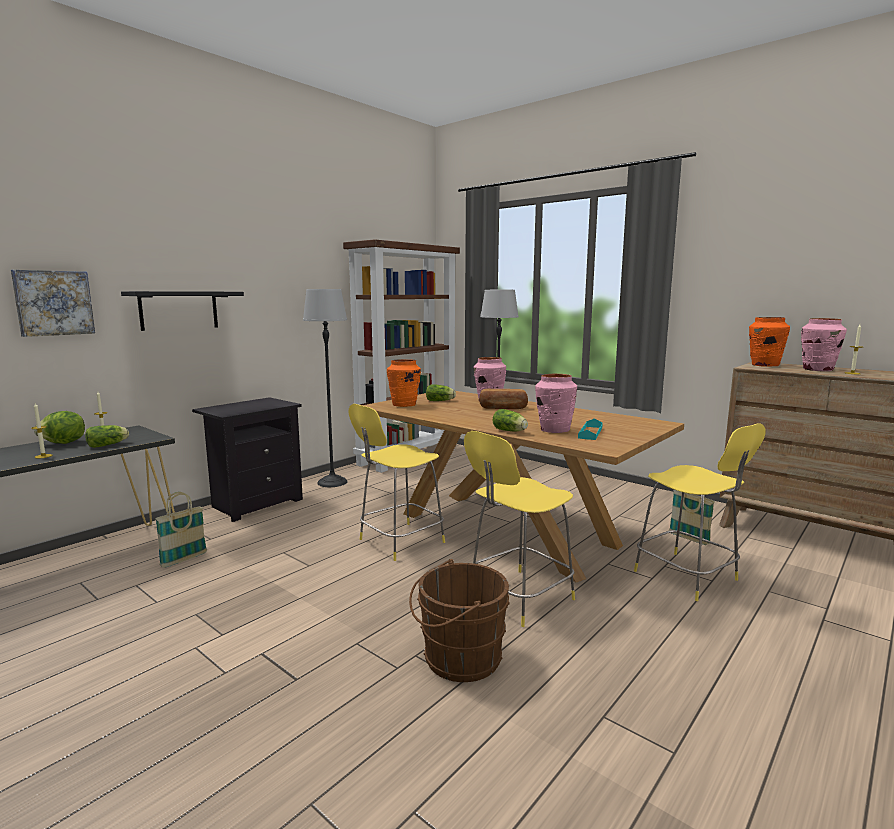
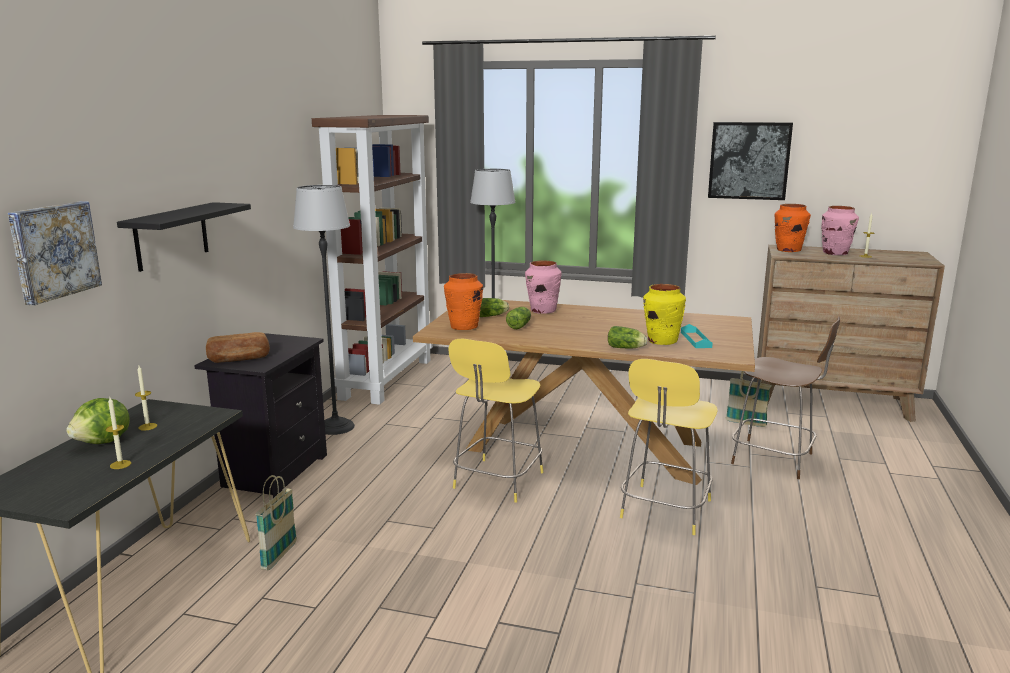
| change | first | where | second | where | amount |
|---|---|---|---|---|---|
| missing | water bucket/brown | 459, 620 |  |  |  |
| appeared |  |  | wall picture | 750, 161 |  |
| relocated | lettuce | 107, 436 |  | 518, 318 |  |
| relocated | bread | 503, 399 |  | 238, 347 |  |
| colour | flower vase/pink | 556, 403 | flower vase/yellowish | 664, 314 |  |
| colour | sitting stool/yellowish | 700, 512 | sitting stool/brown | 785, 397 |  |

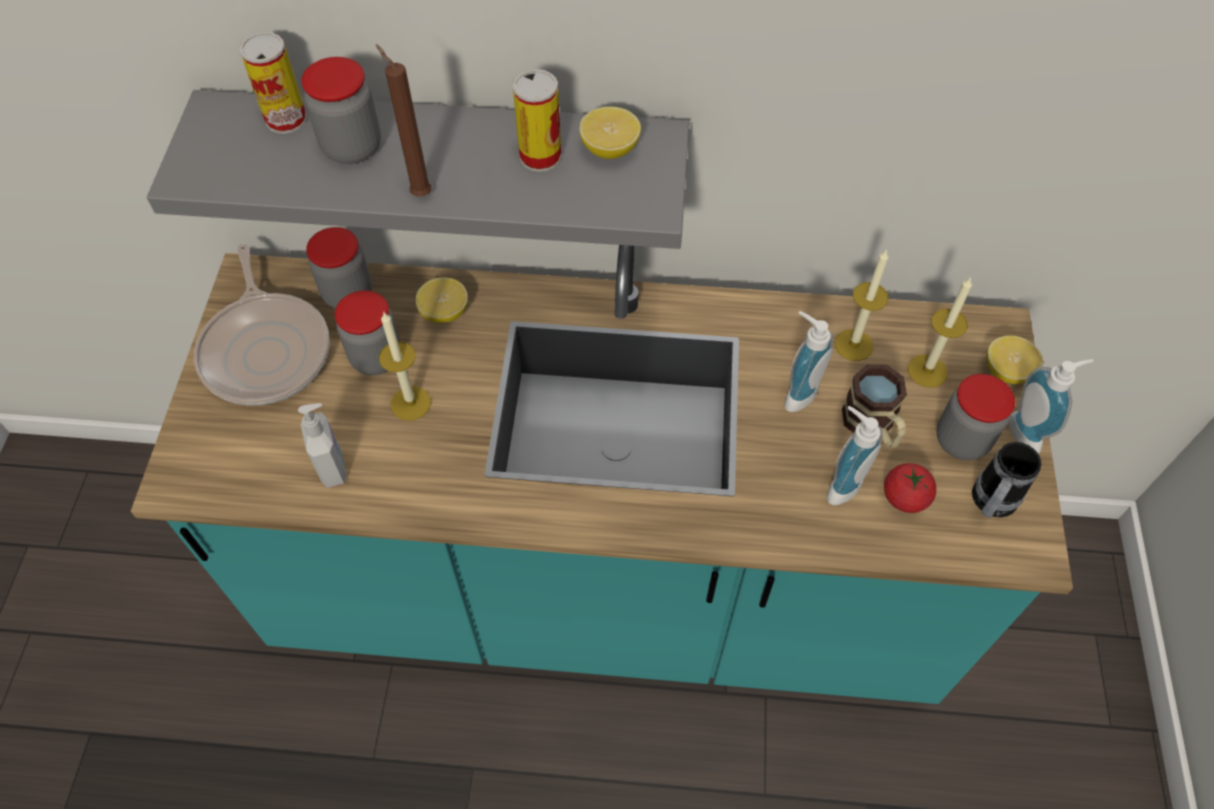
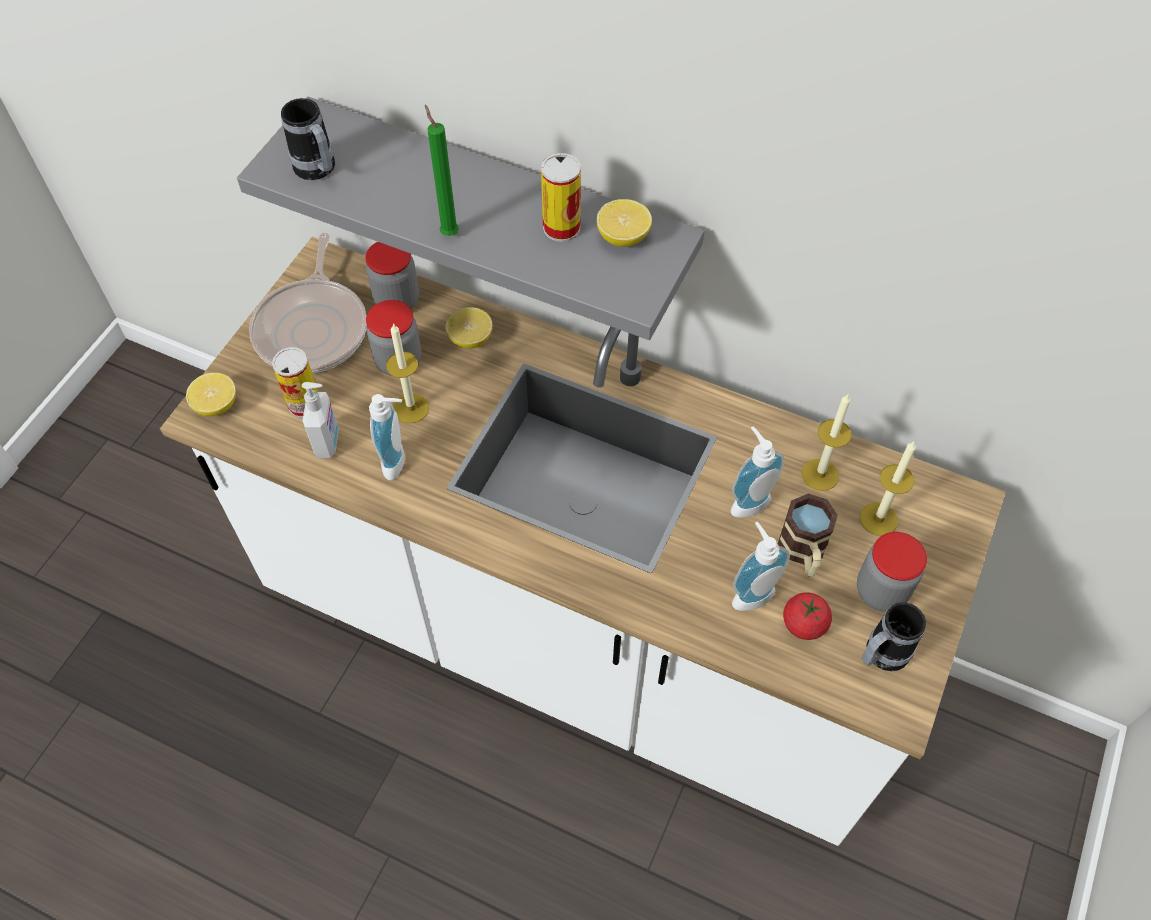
| change | first | where | second | where | amount |
|---|---|---|---|---|---|
| missing | storage jar | 341, 110 |  |  |  |
| appeared |  |  | mug | 308, 139 |  |
| relocated | sealed can | 273, 83 |  | 295, 382 |  |
| relocated | whole lemon | 1014, 359 |  | 211, 394 |  |
| relocated | soap bottle | 1051, 406 |  | 387, 437 |  |
| colour | kitchen counter/turquoise-coloured | 601, 474 | kitchen counter/white-coloured | 583, 541 |  |
| colour | candle/brown | 403, 120 | candle/green-coloured | 442, 170 |  |

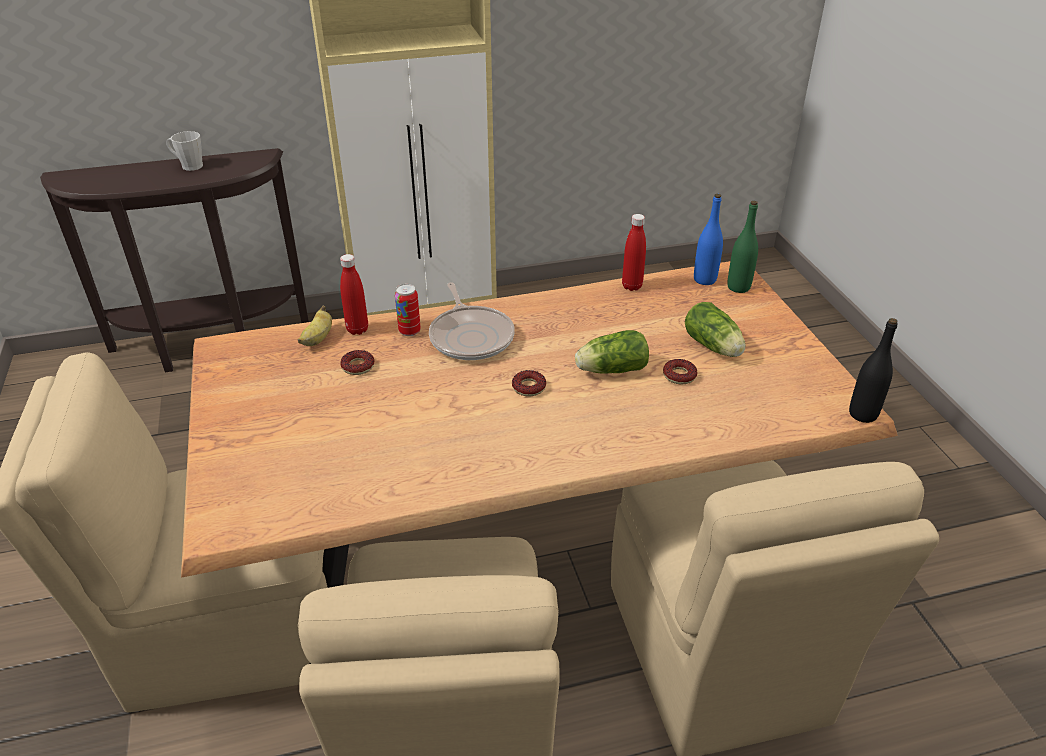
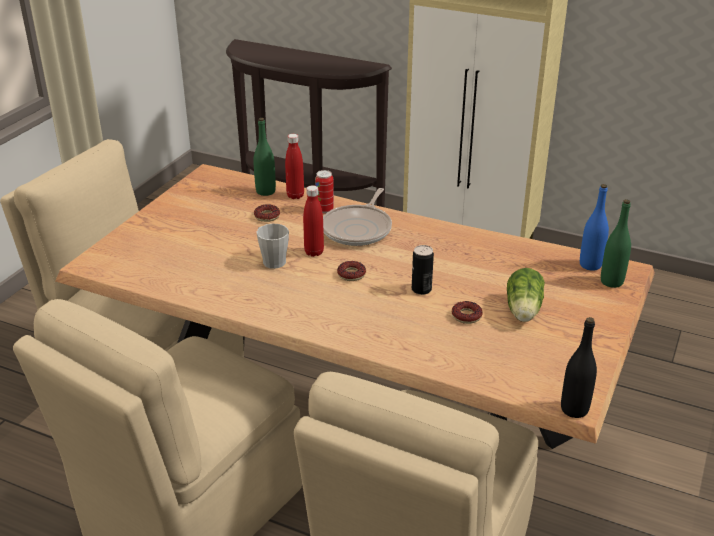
| change | first | where | second | where | amount |
|---|---|---|---|---|---|
| relocated | mug/grey | 184, 151 |  | 272, 246 |  |
| relocated | beverage bottle/red-coloured | 634, 252 |  | 313, 221 |  |
| exchanged | banana | 315, 325 | beverage bottle/green-coloured | 264, 157 |  |
| exchanged | lettuce | 612, 352 | sealed can | 423, 270 |  |

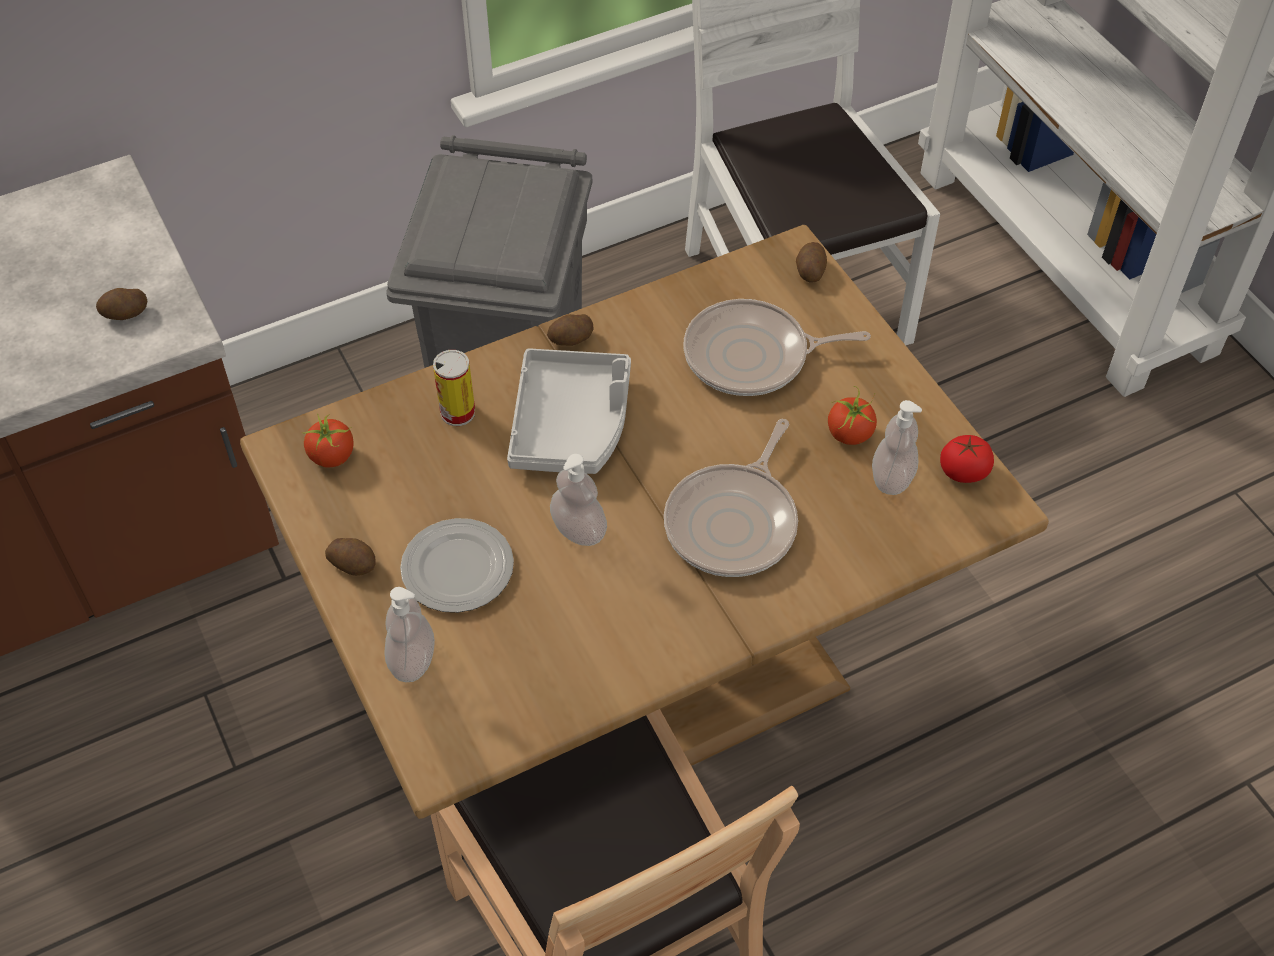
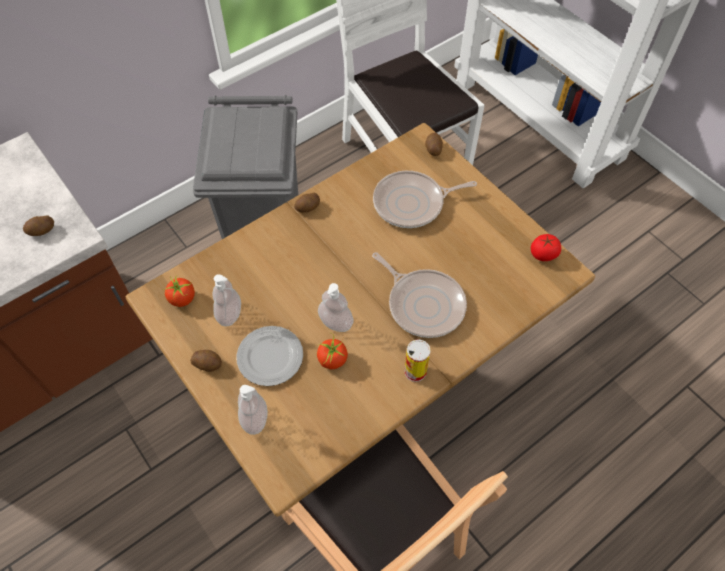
| change | first | where | second | where | amount |
|---|---|---|---|---|---|
| missing | carrying tray/grey | 569, 411 |  |  |  |
| relocated | sealed can | 454, 388 |  | 417, 360 |  |
| relocated | whole tomato | 852, 415 |  | 332, 351 |  |
| relocated | soap bottle | 897, 447 |  | 226, 300 |  |
| spun | pan | 731, 498 |  | 419, 295 | 60 degrees counterclockwise |

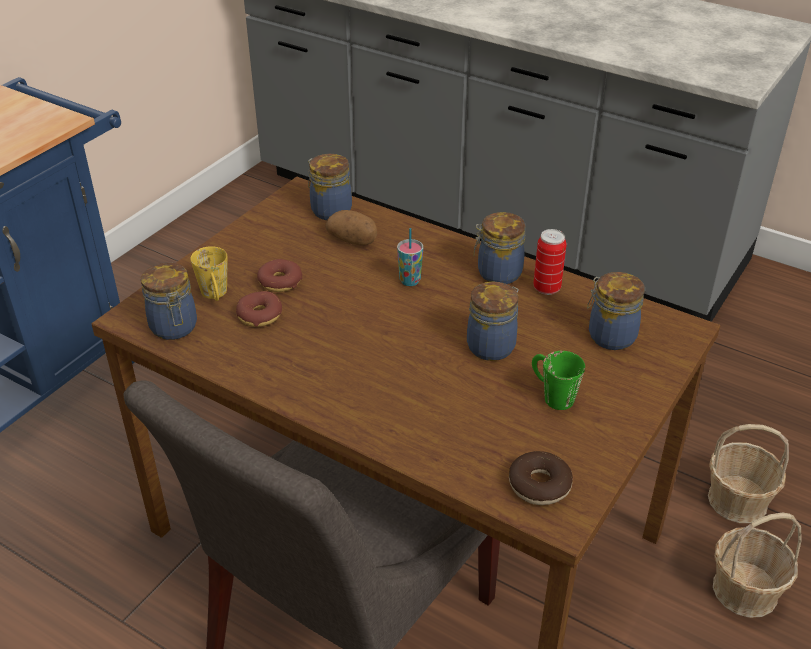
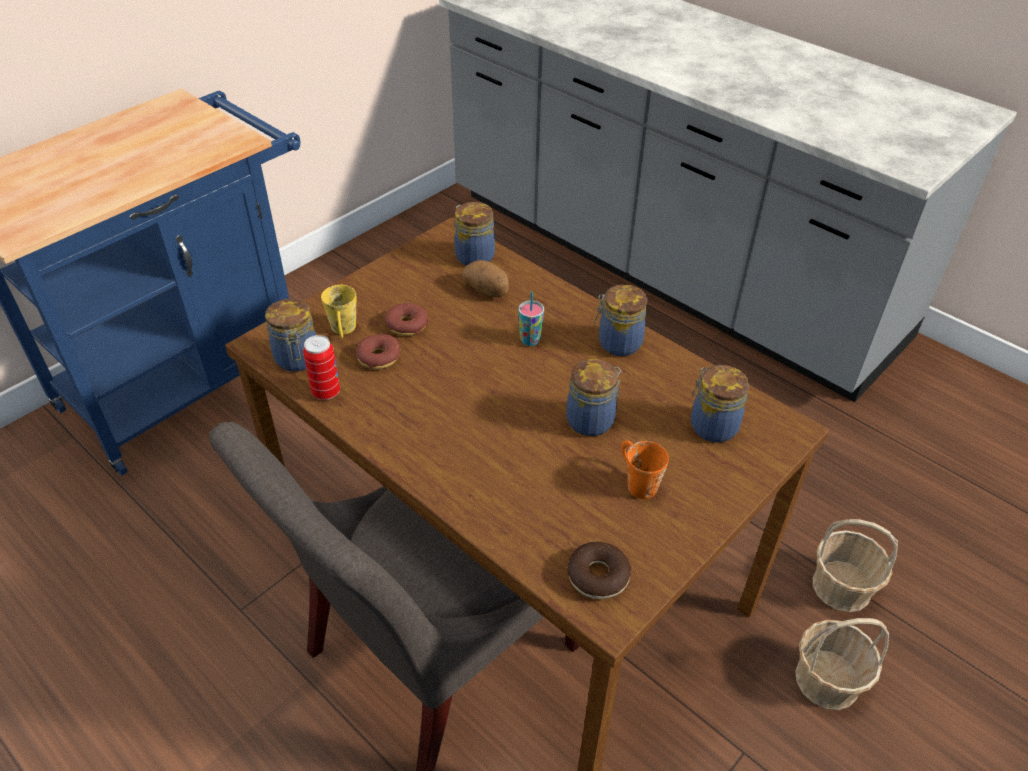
| change | first | where | second | where | amount |
|---|---|---|---|---|---|
| relocated | sealed can | 550, 262 |  | 321, 367 |  |
| colour | mug/green-coloured | 558, 380 | mug/orangey | 645, 469 |  |

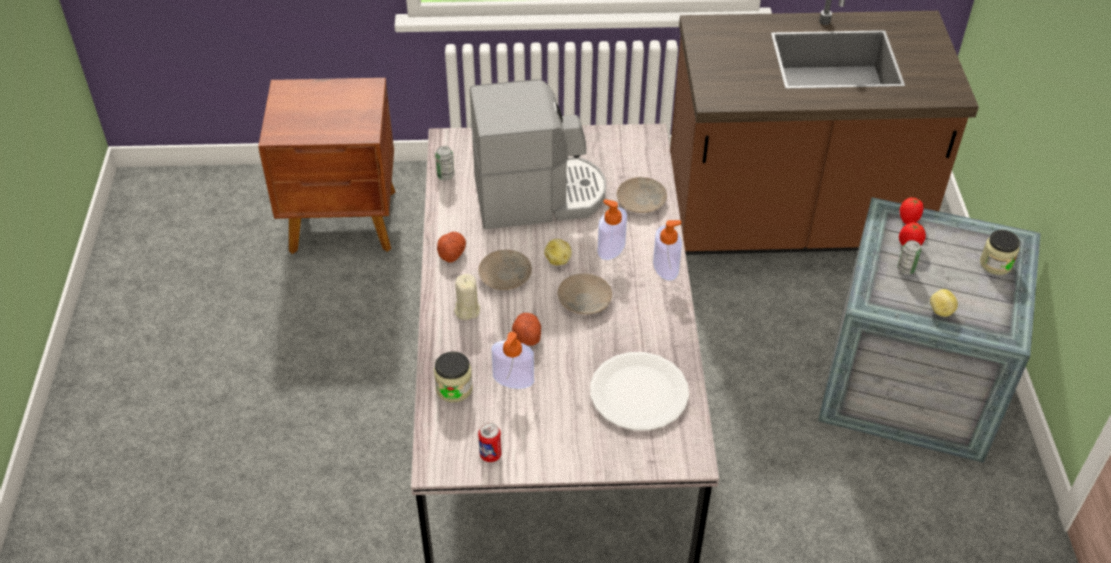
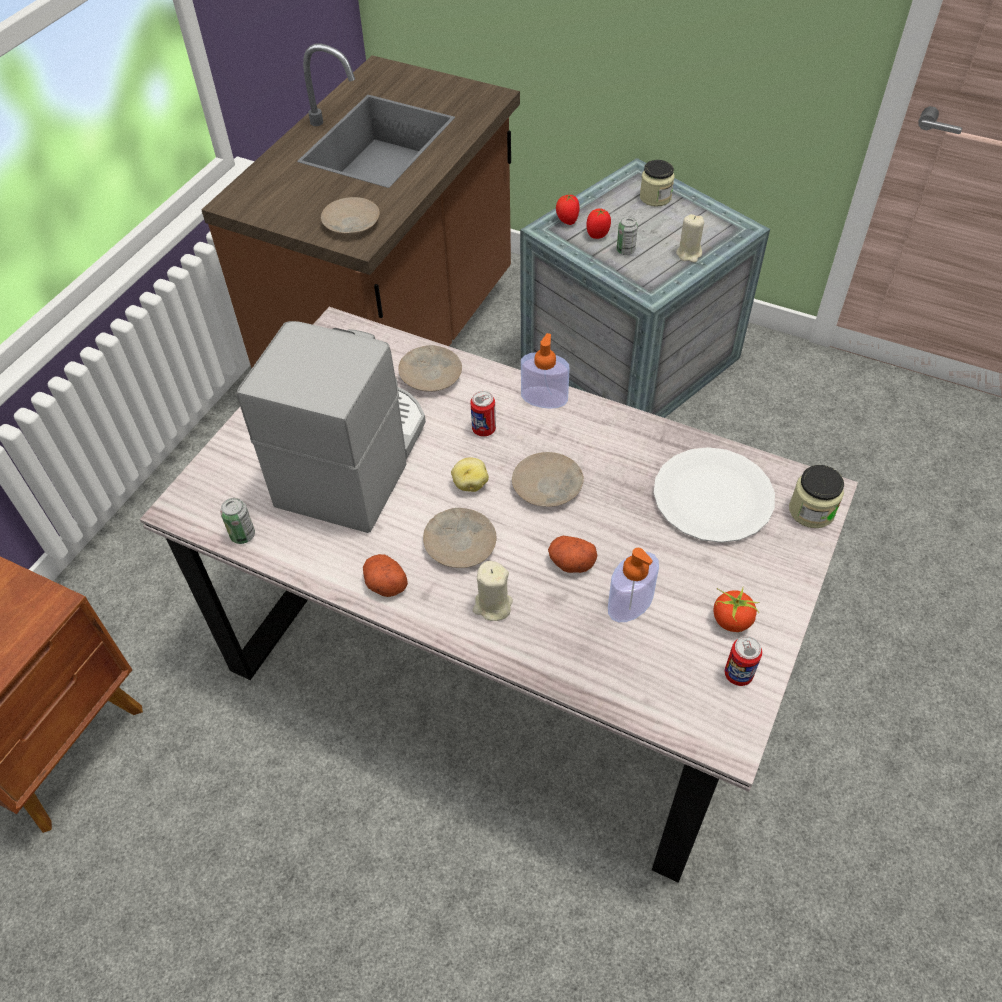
| change | first | where | second | where | amount |
|---|---|---|---|---|---|
| appeared |  |  | flat dish/sand-coloured | 350, 215 |  |
| appeared |  |  | whole tomato | 737, 610 |  |
| relocated | storage jar | 453, 377 |  | 816, 496 |  |
| exchanged | soap bottle | 612, 229 | sealed can | 483, 414 |  |
| exchanged | potato | 944, 303 | candle/sand-coloured | 690, 238 |  |

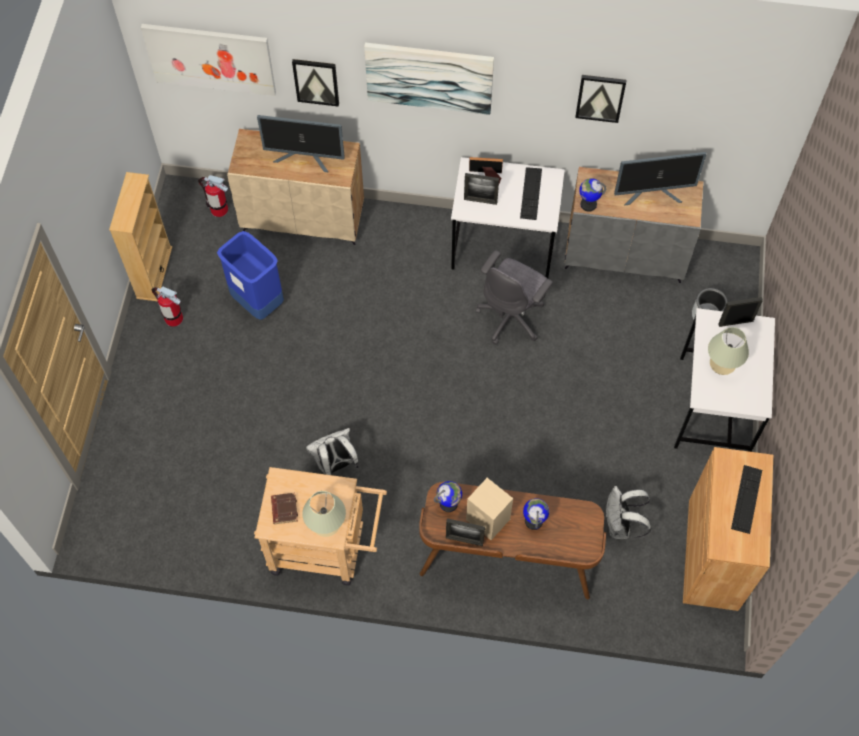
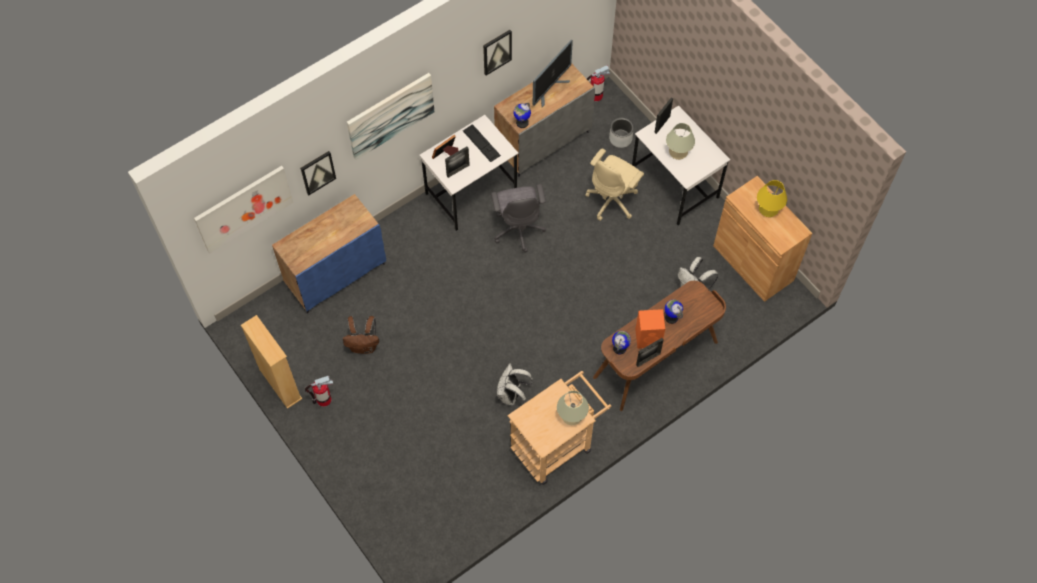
| change | first | where | second | where | amount |
|---|---|---|---|---|---|
| missing | monitor | 301, 143 |  |  |  |
| missing | volume/brown | 284, 508 |  |  |  |
| appeared |  |  | computer chair/sand-coloured | 614, 184 |  |
| relocated | extinguisher | 213, 196 |  | 598, 83 |  |
| exchanged | rubbish bin/bluish | 250, 275 | rucksack/brown | 361, 335 |  |
| exchanged | computer keyboard | 746, 499 | lamp for a table/yellowish | 772, 198 |  |
| colour | storage cabinet/sand-coloured | 295, 187 | storage cabinet/bluish | 329, 253 |  |
| colour | loudspeaker/sand-coloured | 489, 509 | loudspeaker/orangey | 650, 329 |  |

